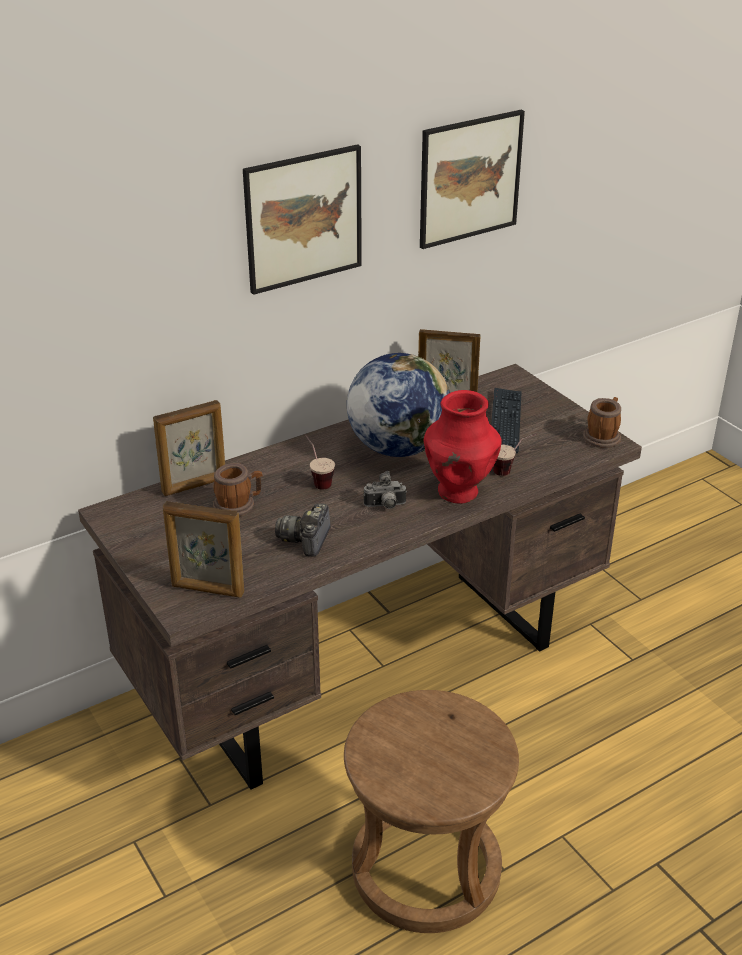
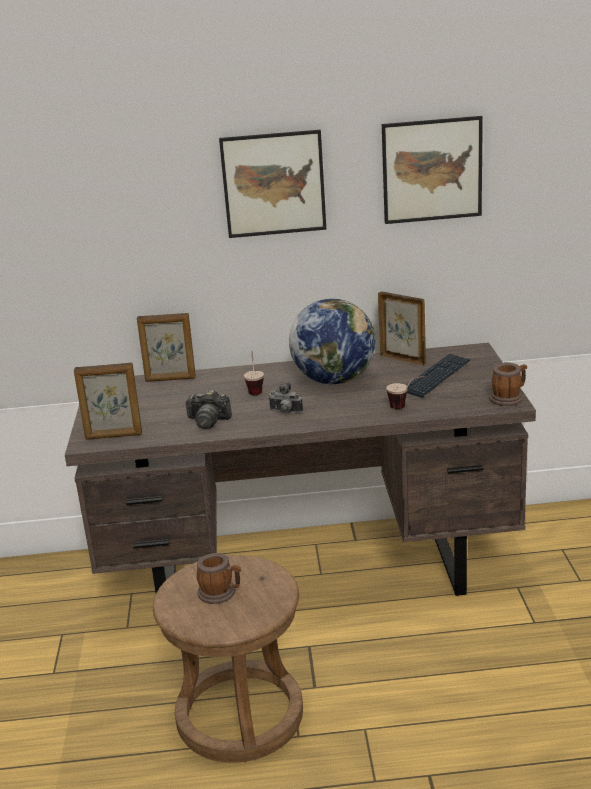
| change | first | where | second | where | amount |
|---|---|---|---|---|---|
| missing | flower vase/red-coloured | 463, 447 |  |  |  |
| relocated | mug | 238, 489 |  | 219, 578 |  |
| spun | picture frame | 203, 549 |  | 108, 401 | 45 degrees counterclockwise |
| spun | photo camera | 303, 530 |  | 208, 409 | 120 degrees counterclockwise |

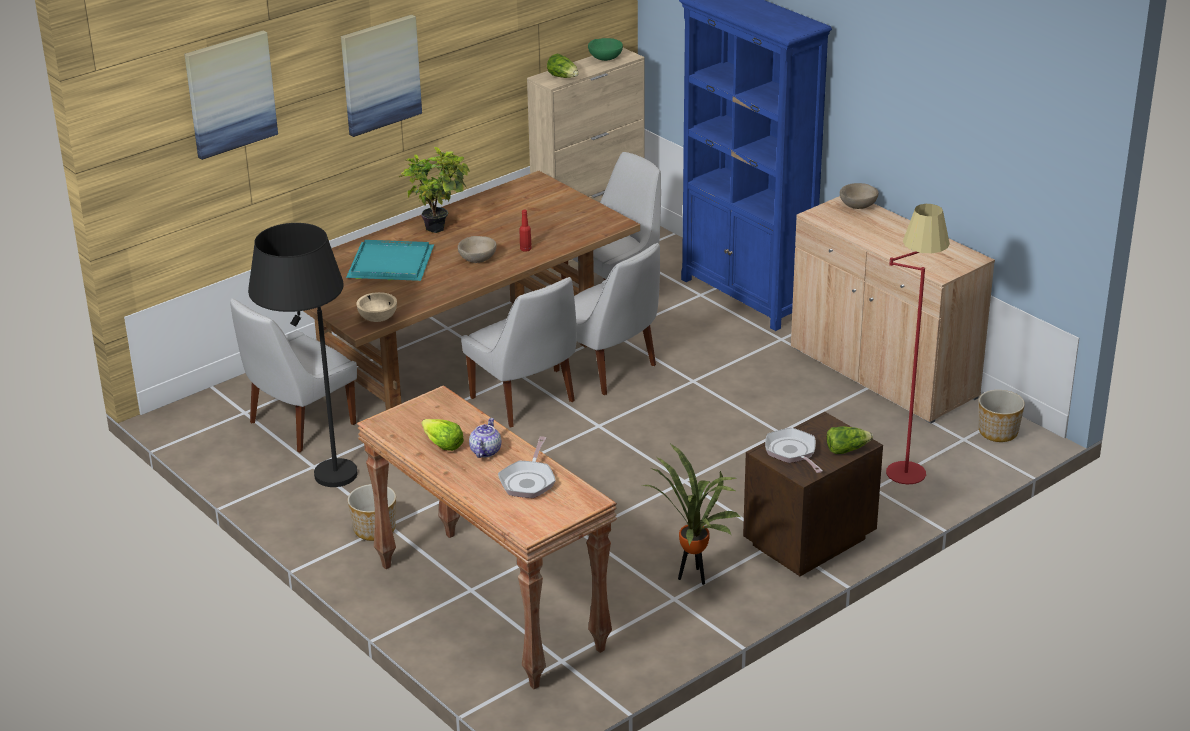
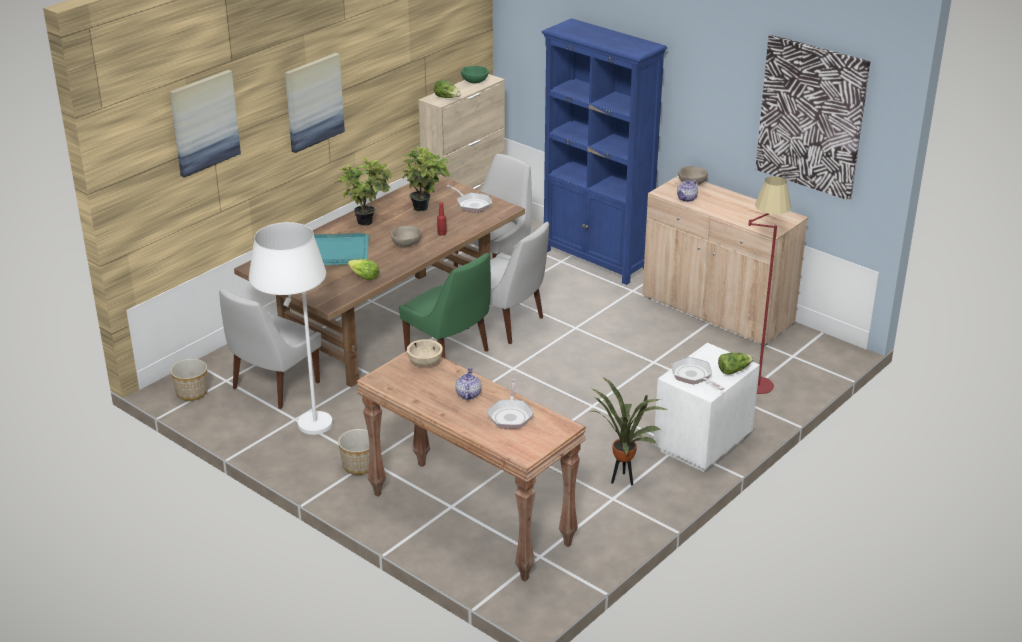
| change | first | where | second | where | amount |
|---|---|---|---|---|---|
| appeared |  |  | potted plant | 426, 178 |  |
| appeared |  |  | pan | 469, 199 |  |
| appeared |  |  | tea pot | 687, 190 |  |
| appeared |  |  | wall picture | 812, 118 |  |
| relocated | bowl/sand-coloured | 376, 307 |  | 425, 352 |  |
| relocated | lettuce | 442, 435 |  | 363, 269 |  |
| relocated | plant pot | 1002, 416 |  | 189, 380 |  |
| colour | standard lamp/blackish | 302, 355 | standard lamp/white-coloured | 291, 328 |  |
| colour | chair/white-coloured | 519, 352 | chair/green-coloured | 445, 306 |  |
| colour | night table/brown | 813, 494 | night table/white-coloured | 707, 407 |  |

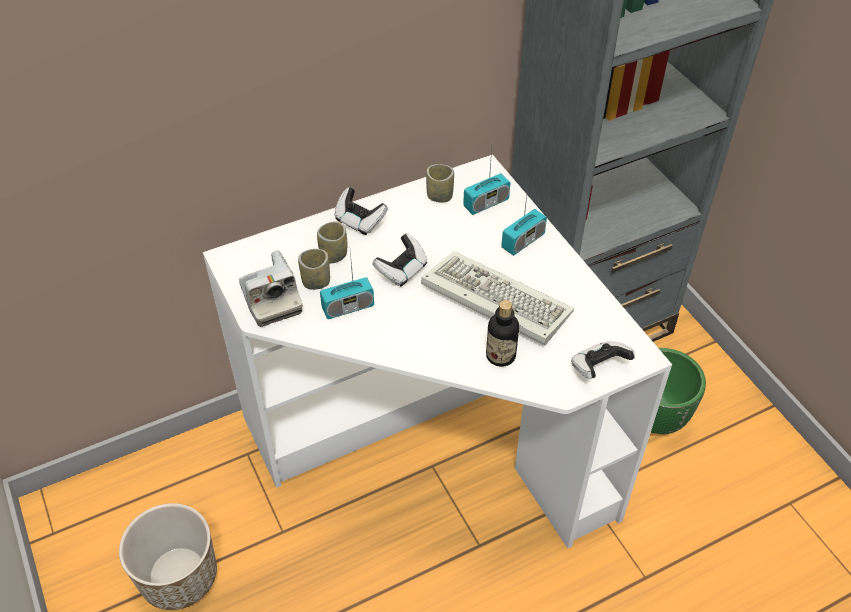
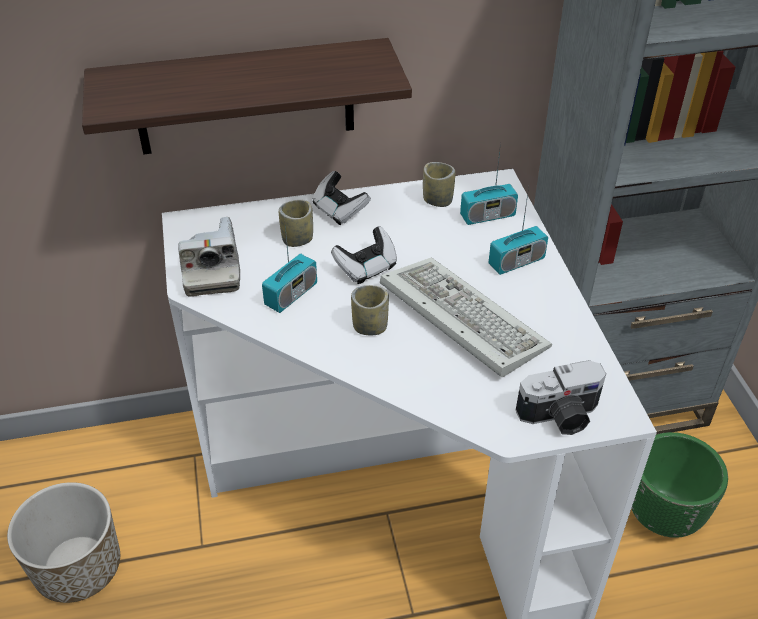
| change | first | where | second | where | amount |
|---|---|---|---|---|---|
| missing | beverage bottle | 502, 333 |  |  |  |
| appeared |  |  | bracket shelf | 247, 96 |  |
| relocated | cup | 314, 269 |  | 370, 310 |  |
| exchanged | game controller | 603, 360 | photo camera | 561, 397 |  |
| spun | radio set | 347, 285 |  | 289, 265 | 45 degrees counterclockwise |

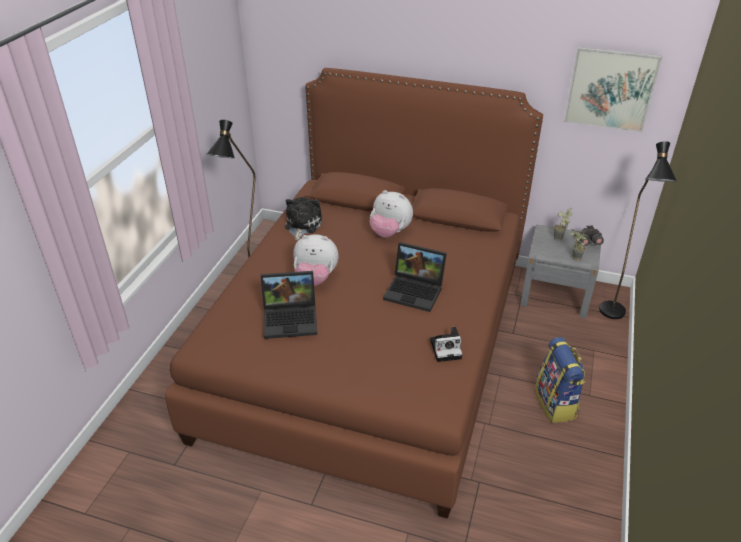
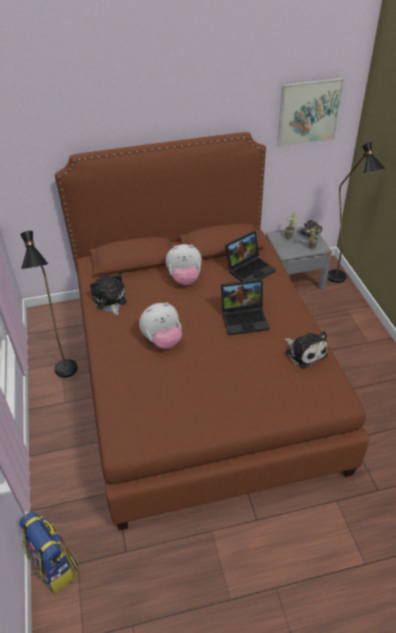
| change | first | where | second | where | amount |
|---|---|---|---|---|---|
| relocated | portable computer | 289, 305 |  | 250, 256 |  |
| relocated | rucksack | 560, 380 |  | 48, 553 |  |
| exchanged | photo camera | 446, 344 | soft toy | 306, 350 |  |

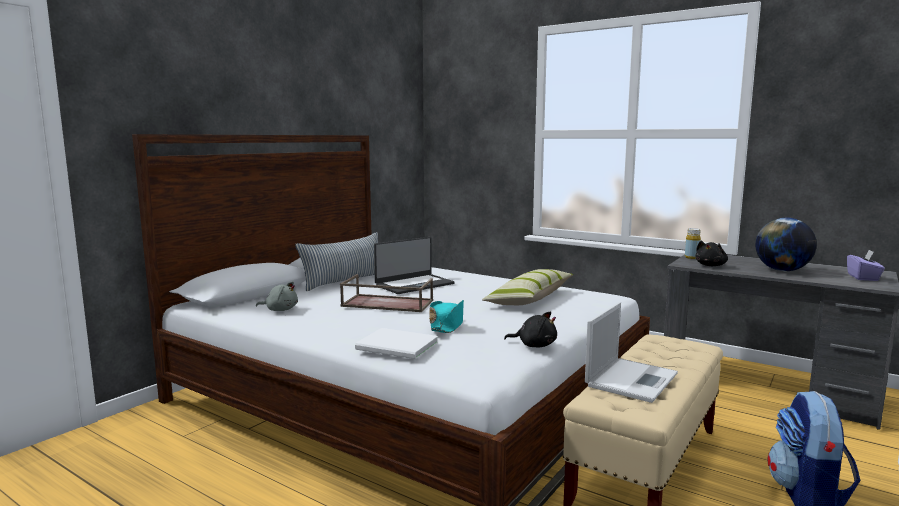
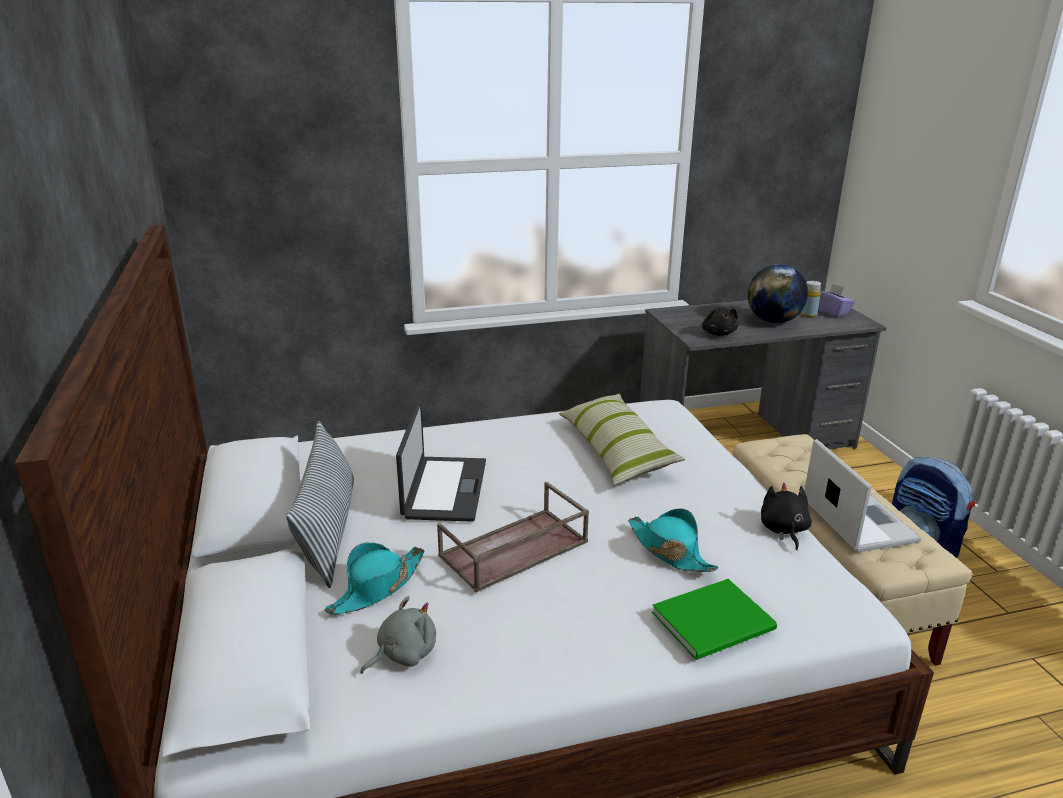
| change | first | where | second | where | amount |
|---|---|---|---|---|---|
| appeared |  |  | wearable hat/turquoise-coloured | 375, 578 |  |
| relocated | beverage bottle/yellowish | 693, 243 |  | 811, 299 |  |
| colour | volume/white-coloured | 396, 343 | volume/green-coloured | 714, 619 |  |
| spun | soft toy/blackish | 530, 329 |  | 786, 516 | 60 degrees counterclockwise |

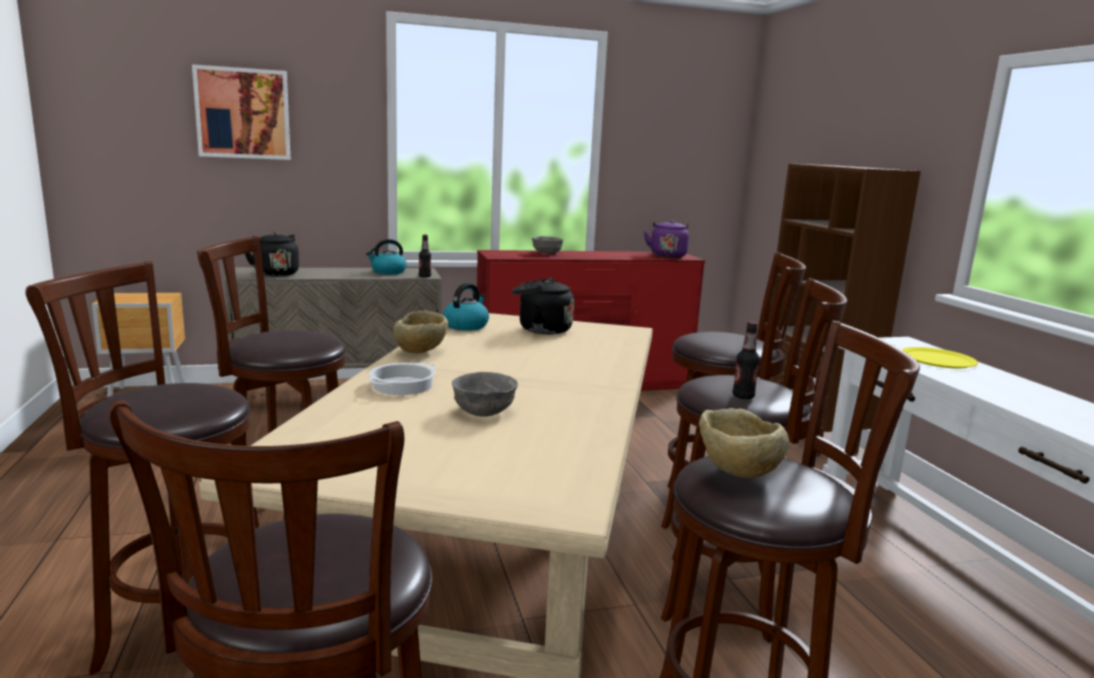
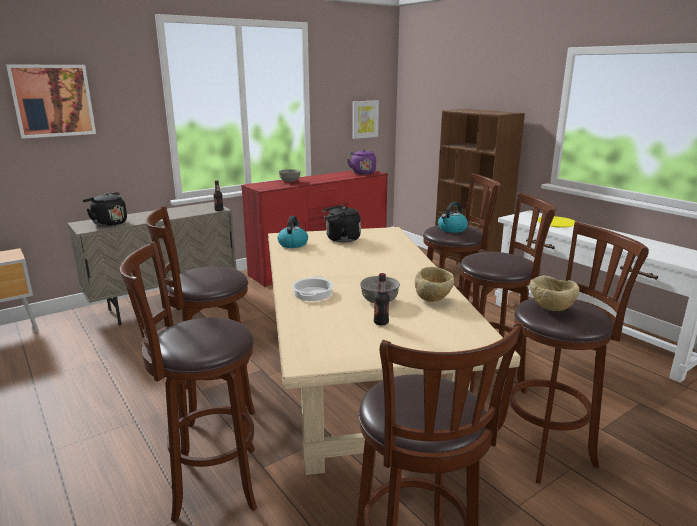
| change | first | where | second | where | amount |
|---|---|---|---|---|---|
| appeared |  |  | wall picture | 365, 119 |  |
| relocated | tea kettle | 386, 256 |  | 453, 217 |  |
| relocated | bowl/sand-coloured | 420, 332 |  | 434, 284 |  |
| relocated | beverage bottle | 746, 360 |  | 382, 299 |  |

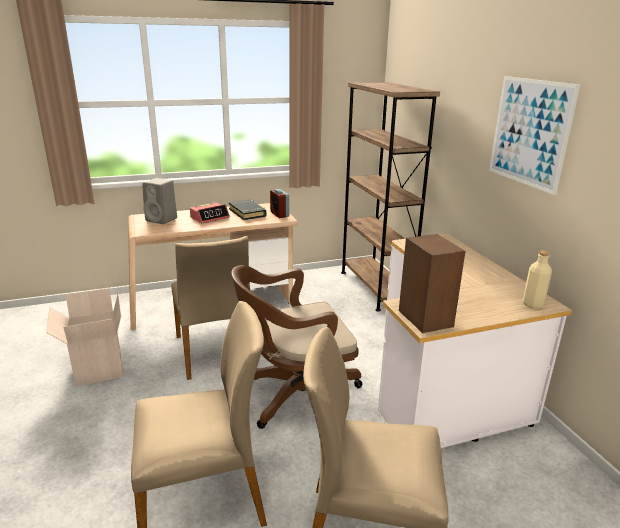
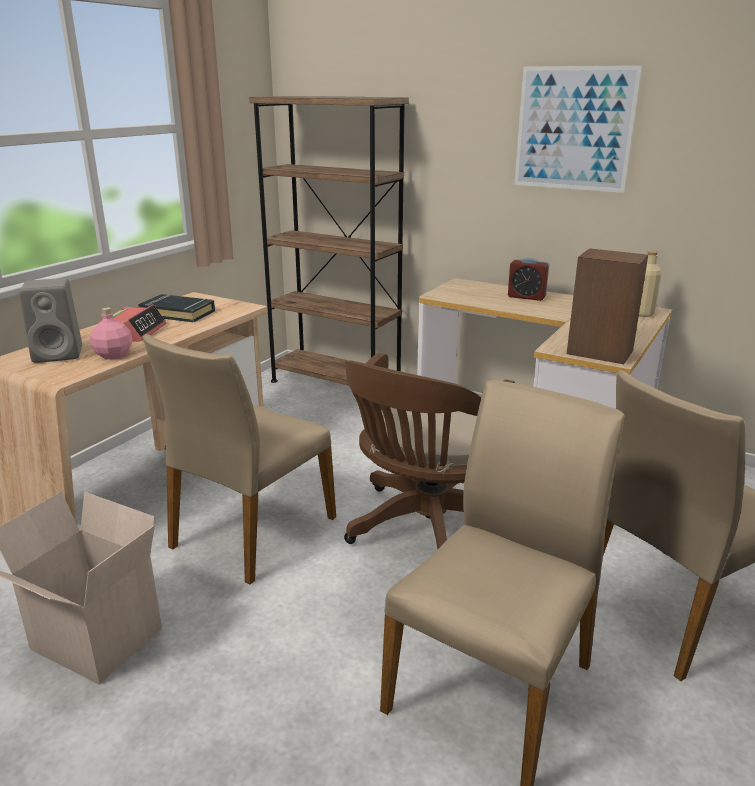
| change | first | where | second | where | amount |
|---|---|---|---|---|---|
| appeared |  |  | beverage bottle/pink | 111, 333 |  |
| relocated | alarm clock | 279, 203 |  | 528, 279 |  |
| spun | chair/sand-coloured | 210, 308 |  | 239, 459 | 90 degrees clockwise |

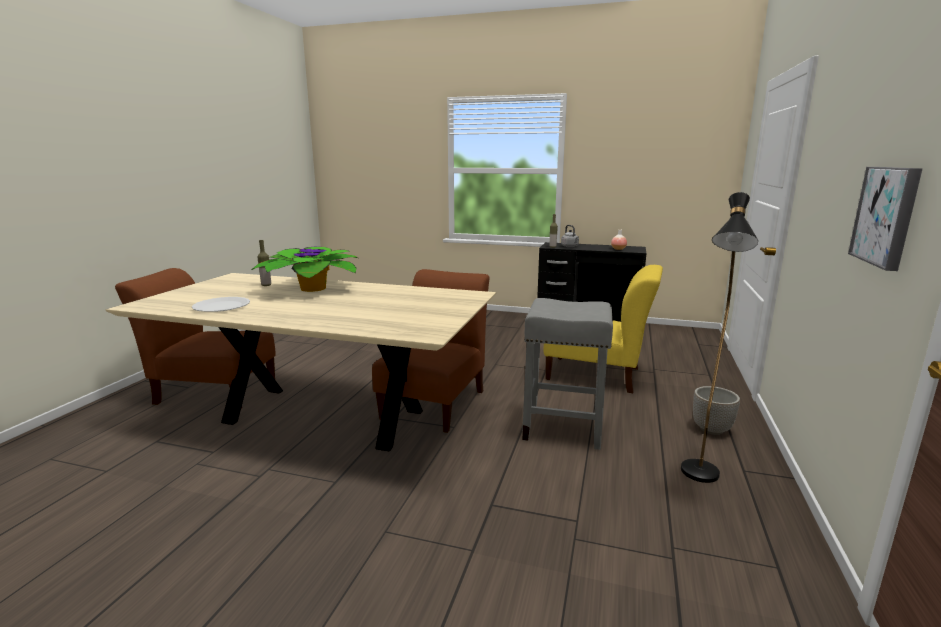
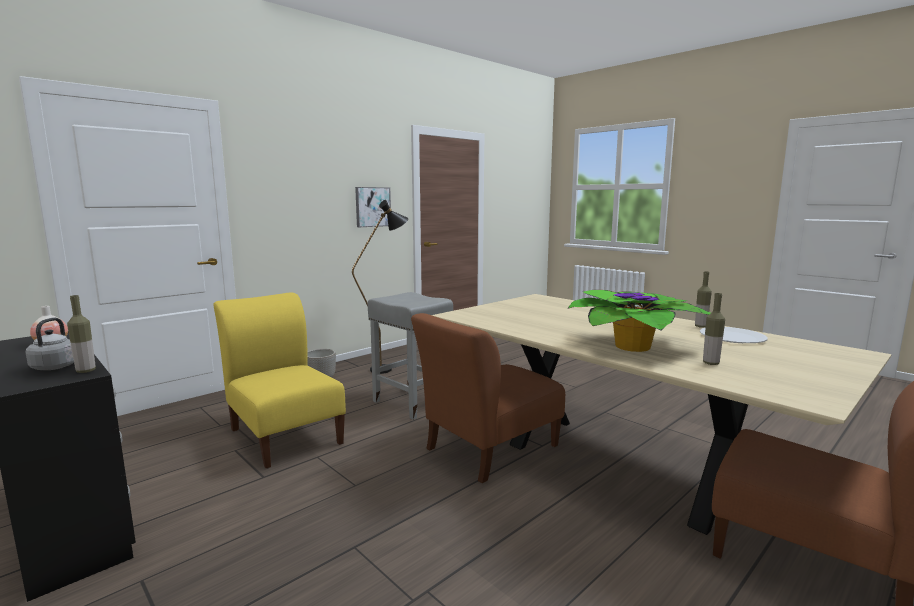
| change | first | where | second | where | amount |
|---|---|---|---|---|---|
| appeared |  |  | beverage bottle | 703, 299 |  |

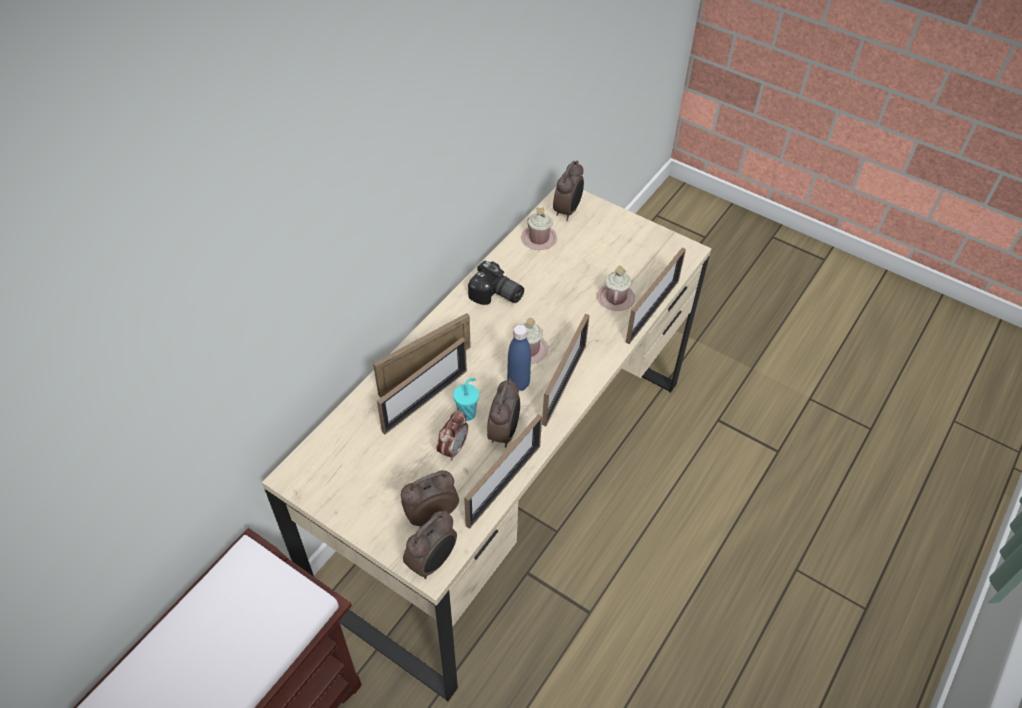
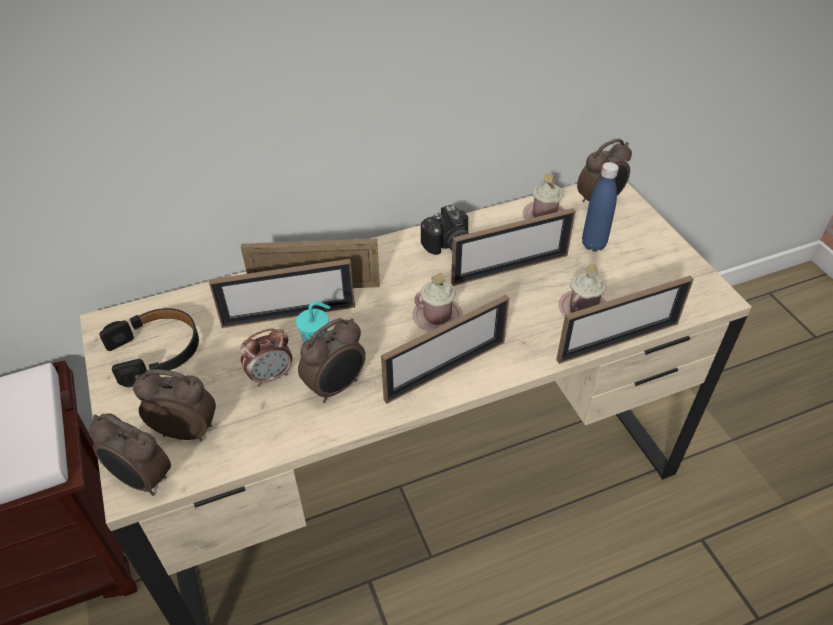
| change | first | where | second | where | amount |
|---|---|---|---|---|---|
| appeared |  |  | pair of headphones/blackish | 149, 347 |  |
| relocated | picture frame | 503, 471 |  | 513, 247 |  |
| relocated | beverage bottle/bluish | 519, 358 |  | 600, 206 |  |
| spun | alarm clock | 430, 545 |  | 130, 455 | 45 degrees clockwise |

